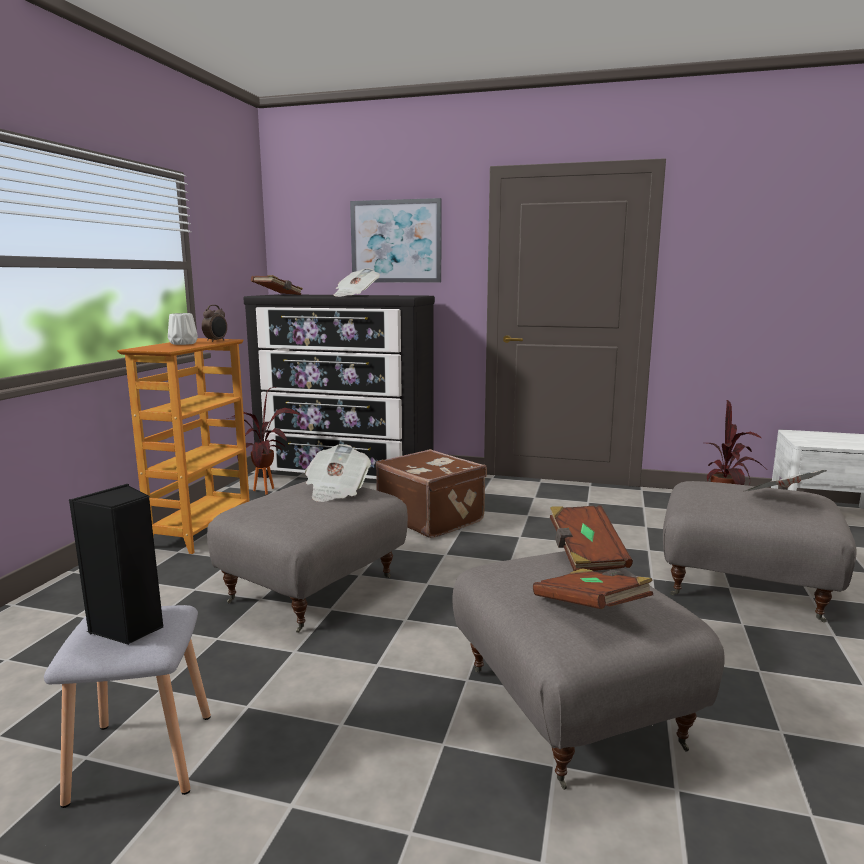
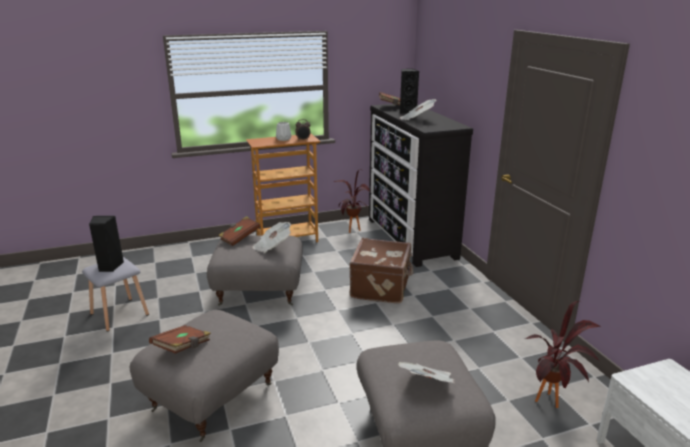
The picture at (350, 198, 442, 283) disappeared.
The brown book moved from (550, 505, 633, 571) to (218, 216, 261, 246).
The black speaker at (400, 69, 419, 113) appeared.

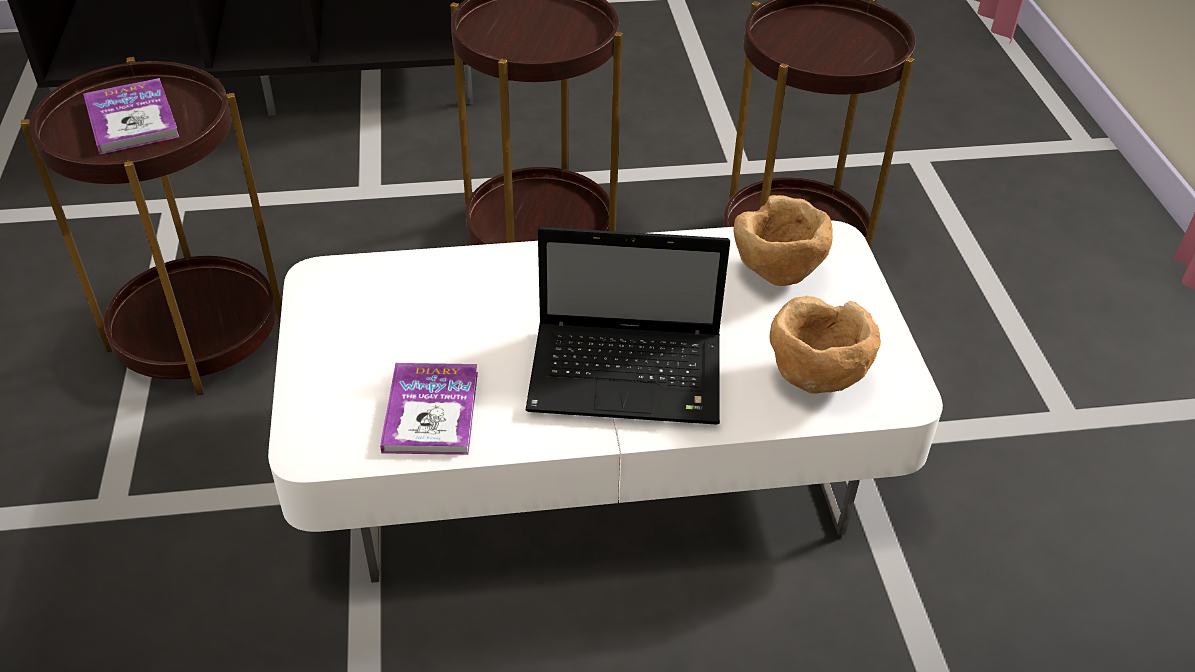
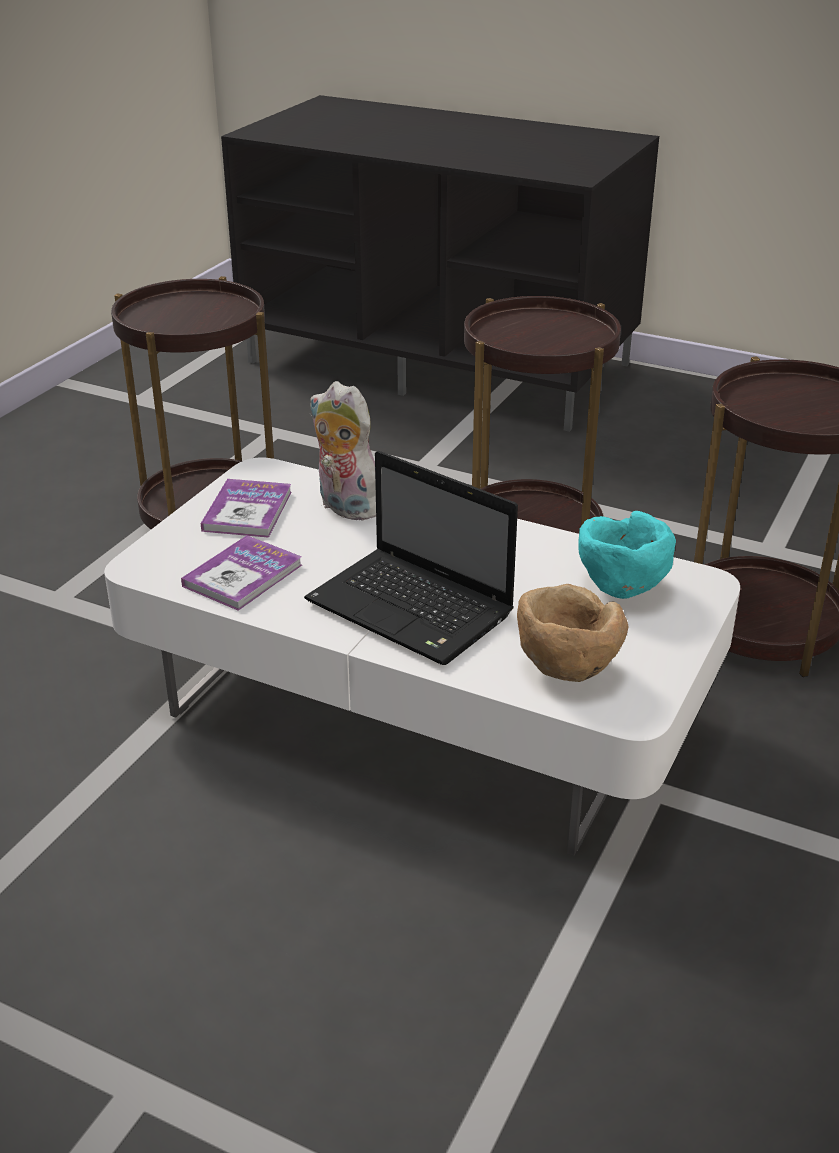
The book moved from (83, 78, 179, 154) to (201, 479, 292, 538).
The brown bowl at (733, 195, 833, 286) became the turquoise bowl at (578, 511, 676, 599).
The plush toy at (310, 381, 376, 520) appeared.

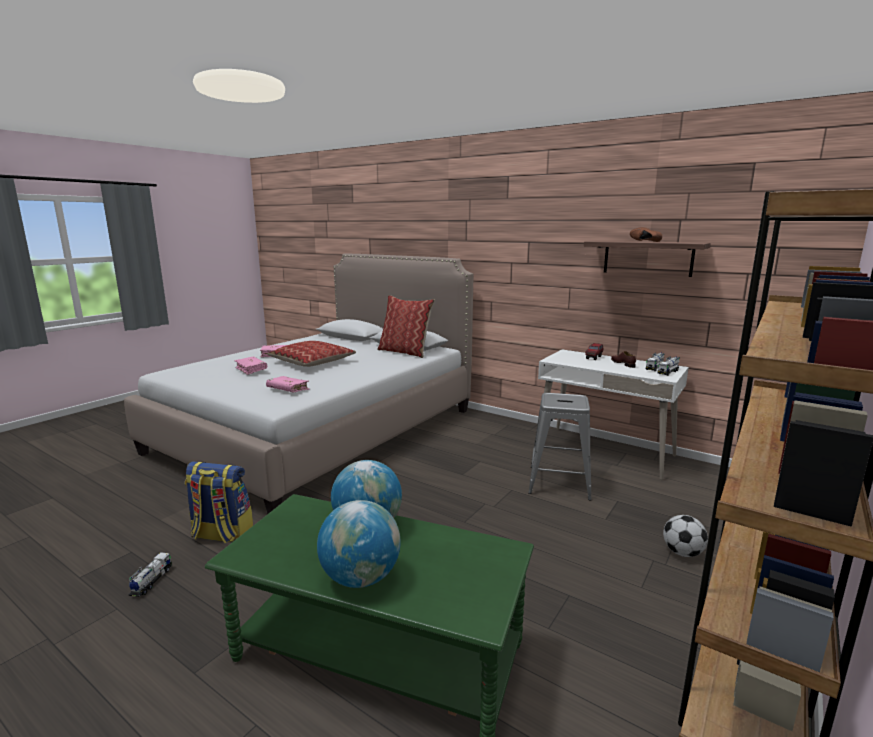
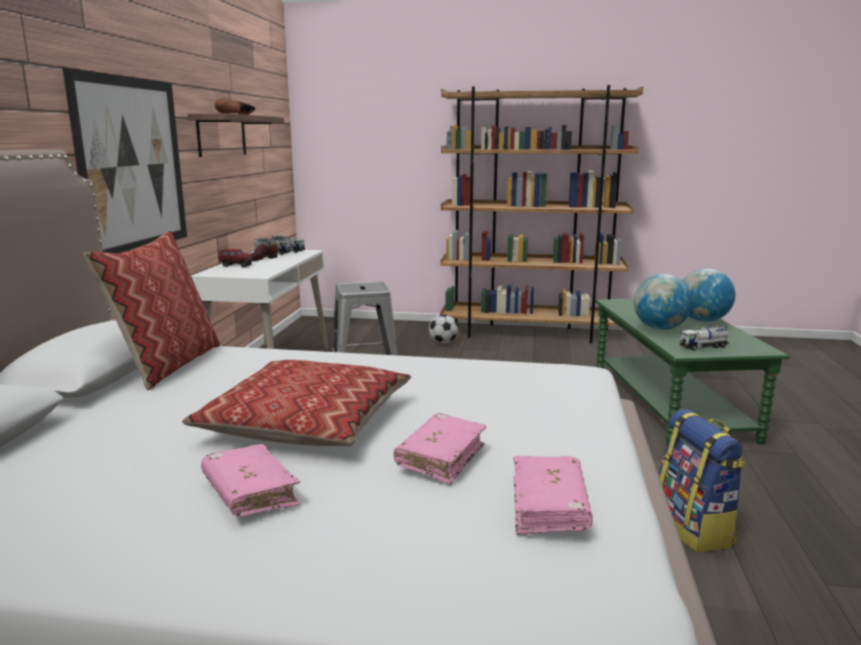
The pink book moved from (266, 376, 309, 392) to (513, 456, 593, 535).
The toy truck moved from (129, 552, 172, 597) to (680, 325, 729, 351).
The picture at (63, 68, 187, 253) appeared.

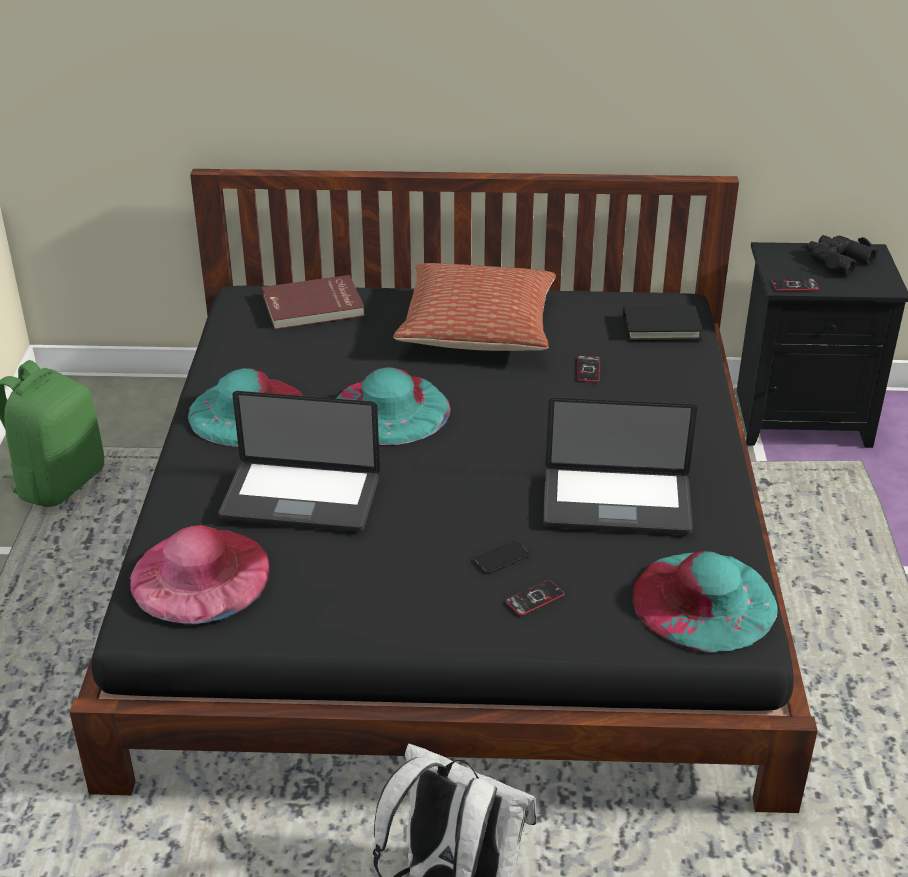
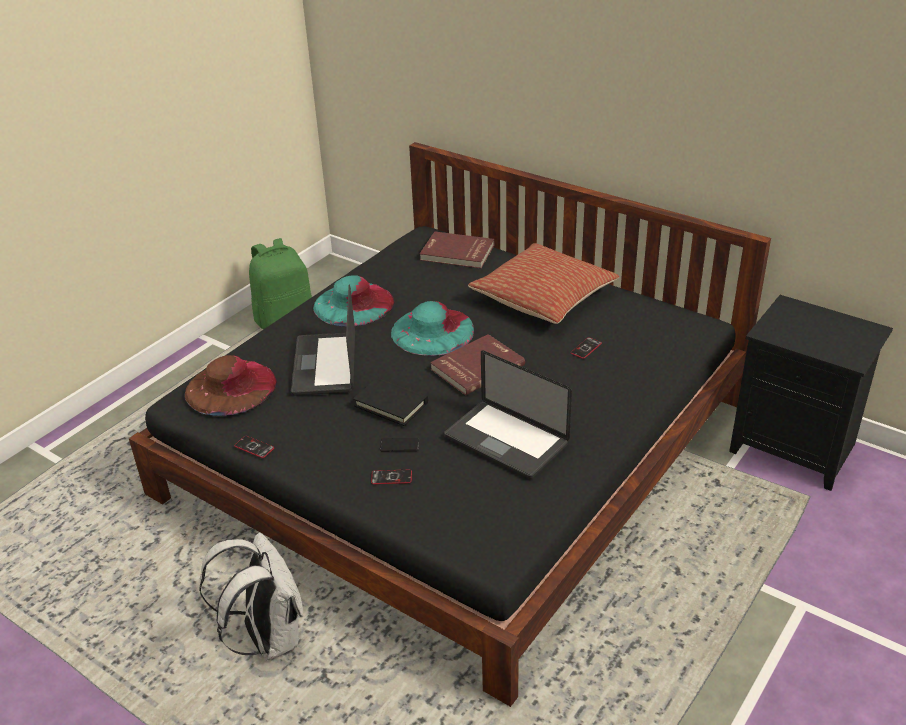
The black binoculars at (807, 235, 878, 276) disappeared.
The phone moved from (771, 279, 819, 291) to (234, 436, 274, 458).
The black book moved from (623, 306, 703, 341) to (353, 377, 428, 426).
The laptop at (219, 391, 380, 532) turned 45 degrees clockwise.
The pink hat at (130, 525, 271, 624) became the brown hat at (185, 355, 277, 416).
The turquoise hat at (632, 551, 778, 652) disappeared.
The red book at (430, 334, 525, 395) appeared.

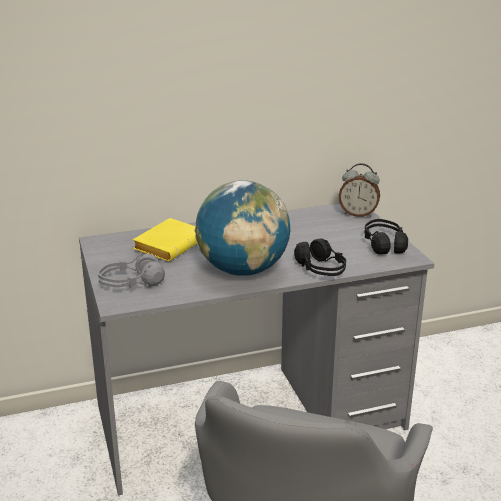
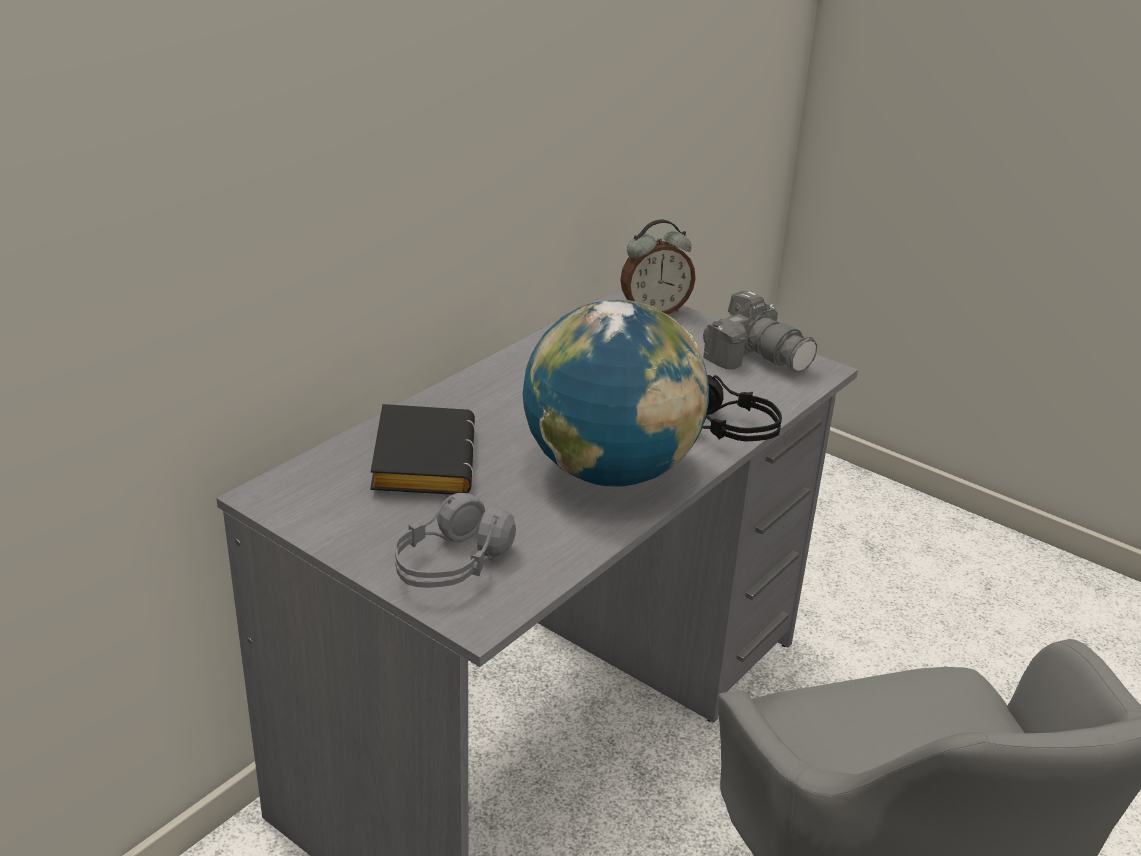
The yellow book at (133, 218, 197, 261) became the black book at (370, 404, 475, 495).
The black headphones at (364, 219, 408, 254) was replaced by the photo camera at (703, 290, 817, 372).

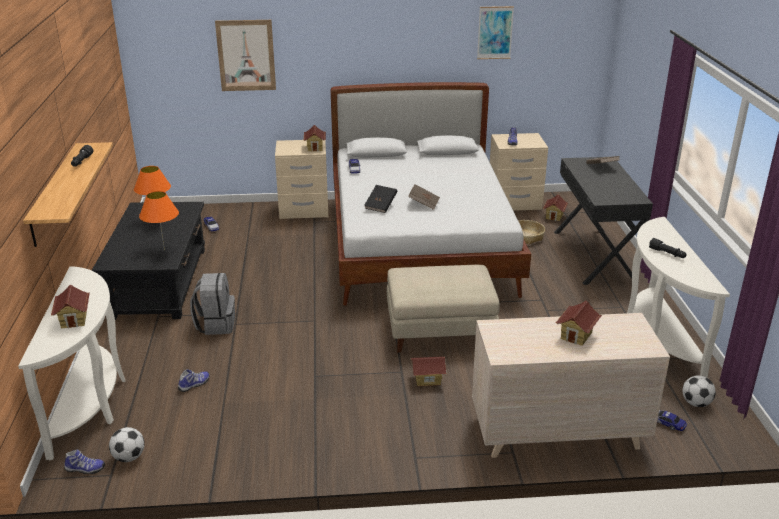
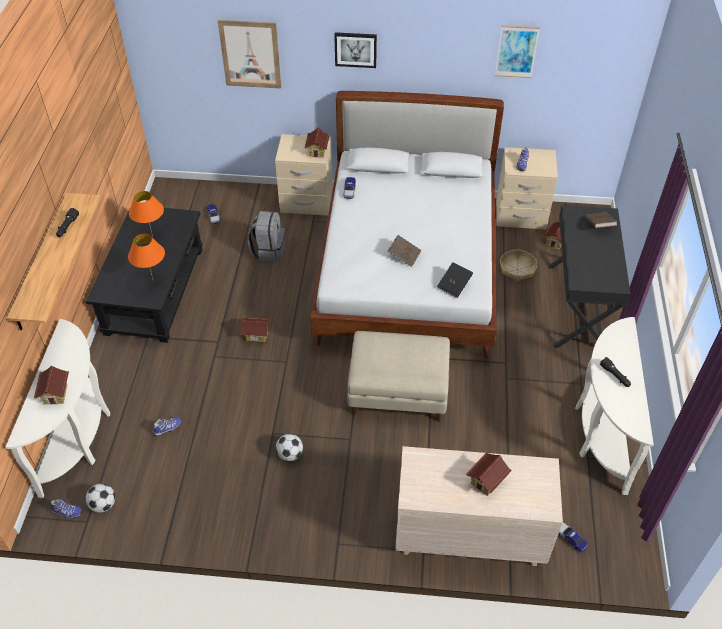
The black book moved from (364, 185, 397, 213) to (438, 262, 473, 298).
The grey backpack moved from (190, 273, 235, 335) to (248, 211, 285, 262).
The toy house moved from (411, 356, 447, 386) to (240, 317, 271, 342).
The football moved from (682, 376, 716, 407) to (276, 434, 303, 461).
The picture at (334, 32, 377, 68) appeared.

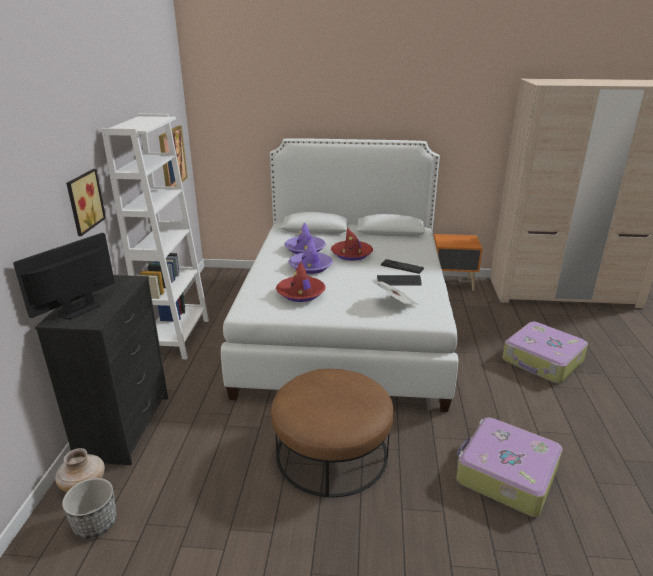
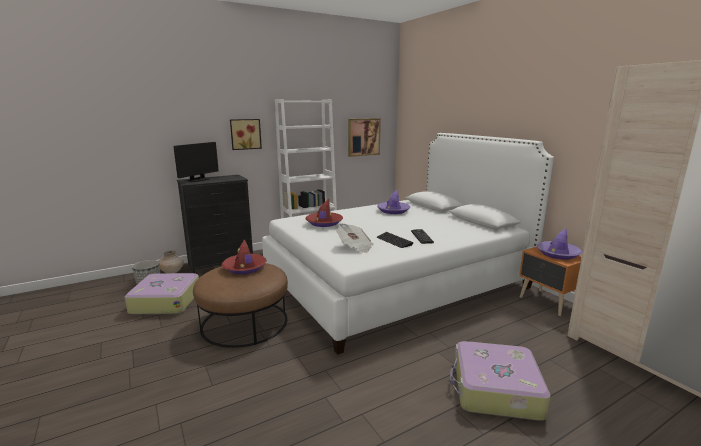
The red hat moved from (331, 228, 373, 261) to (222, 239, 267, 274).
The monitor at (13, 233, 115, 320) turned 120 degrees clockwise.
The purple hat moved from (288, 238, 333, 274) to (537, 228, 582, 260).
The suitcase moved from (456, 417, 562, 517) to (125, 273, 199, 315).

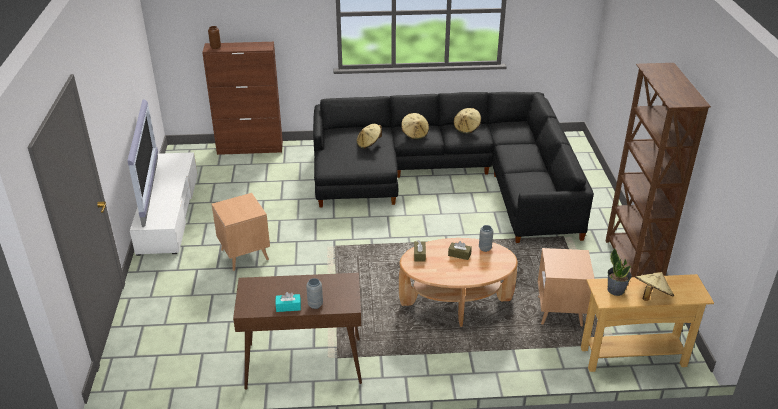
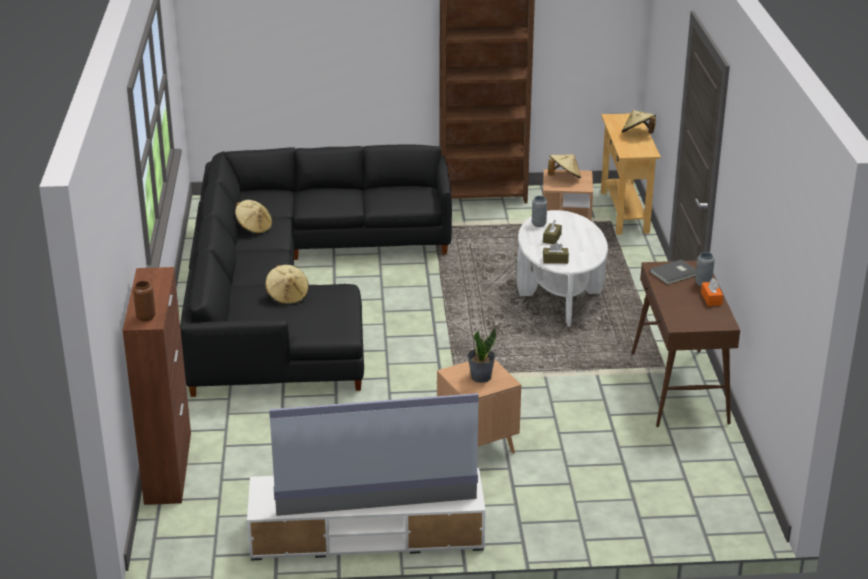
The beige hat moved from (401, 113, 429, 139) to (548, 154, 581, 178).
The brown coffee table at (399, 238, 518, 327) became the white coffee table at (517, 210, 608, 327).
The potted plant moved from (607, 248, 631, 296) to (467, 327, 496, 383).
The turquoise tissue box at (276, 292, 301, 312) became the orange tissue box at (701, 278, 723, 306).
The grey book at (650, 260, 696, 285) appeared.

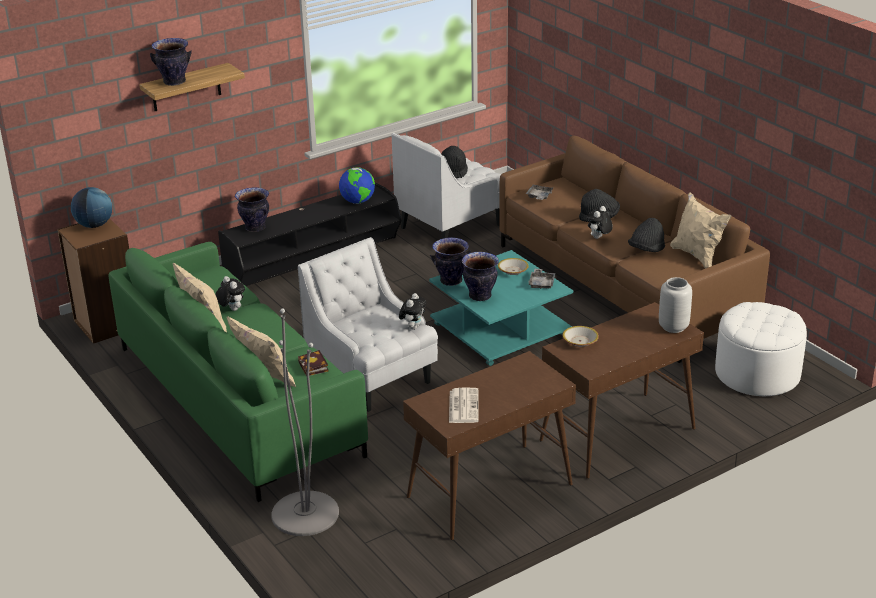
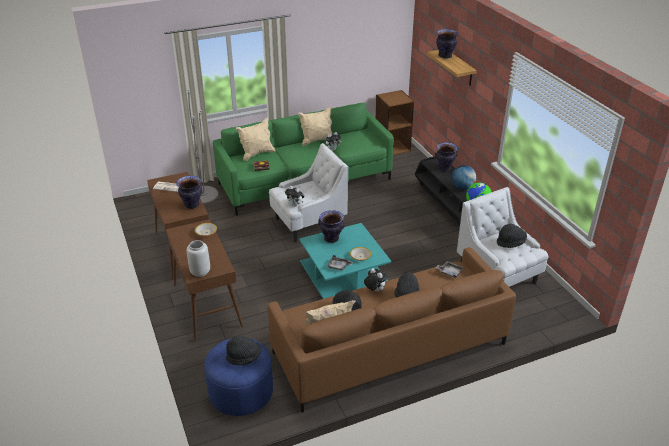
The globe moved from (71, 187, 112, 228) to (451, 165, 476, 190).
The vase moved from (430, 237, 471, 286) to (176, 176, 202, 209).
The white ottoman at (715, 302, 807, 396) became the blue ottoman at (204, 337, 273, 416).
The black hat at (226, 336, 261, 365) appeared.

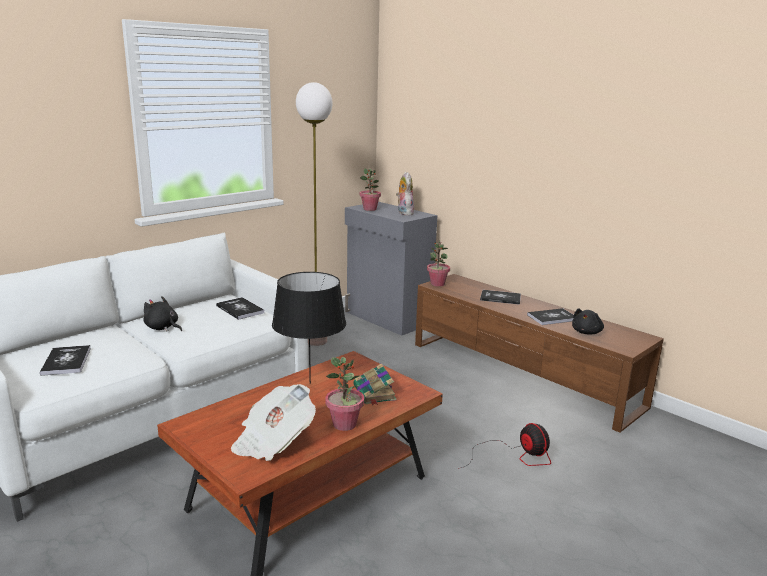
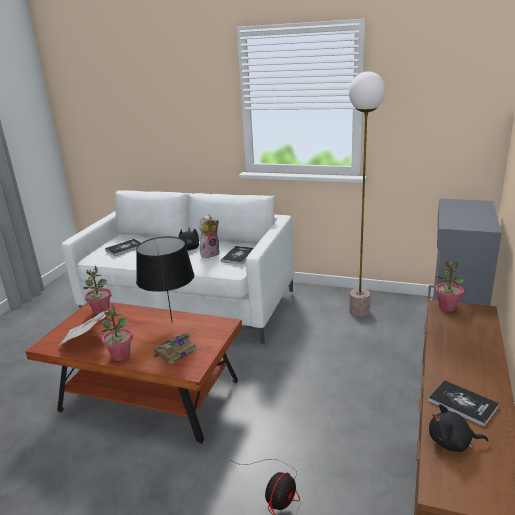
The potted plant moved from (360, 168, 381, 211) to (83, 266, 111, 315).
The plush toy moved from (396, 172, 414, 215) to (199, 215, 220, 258).
The book at (480, 290, 521, 305) disappeared.

